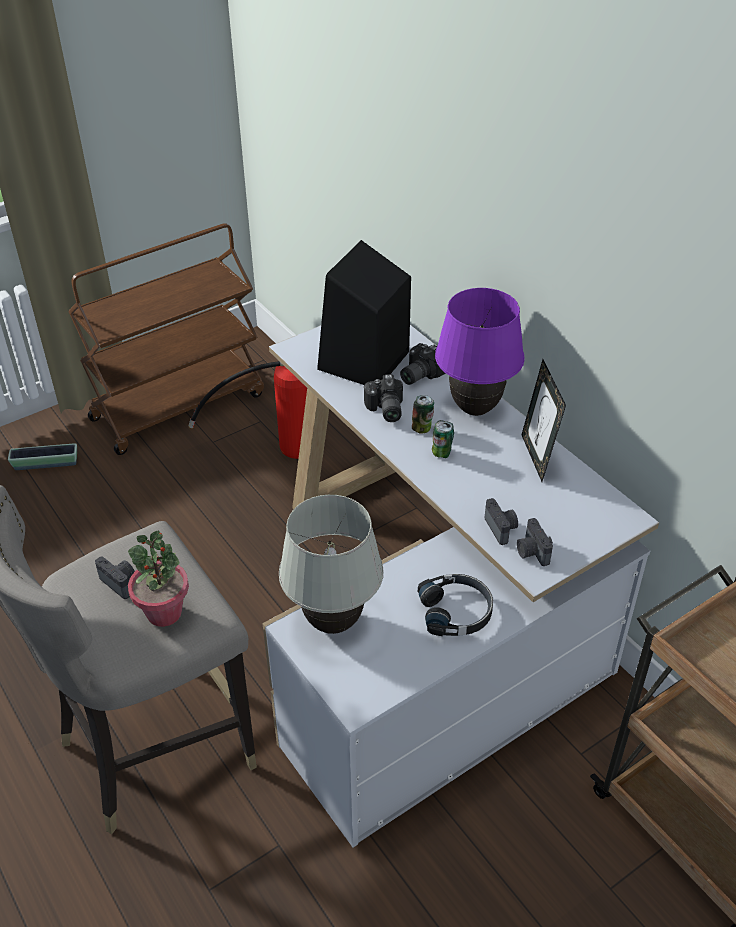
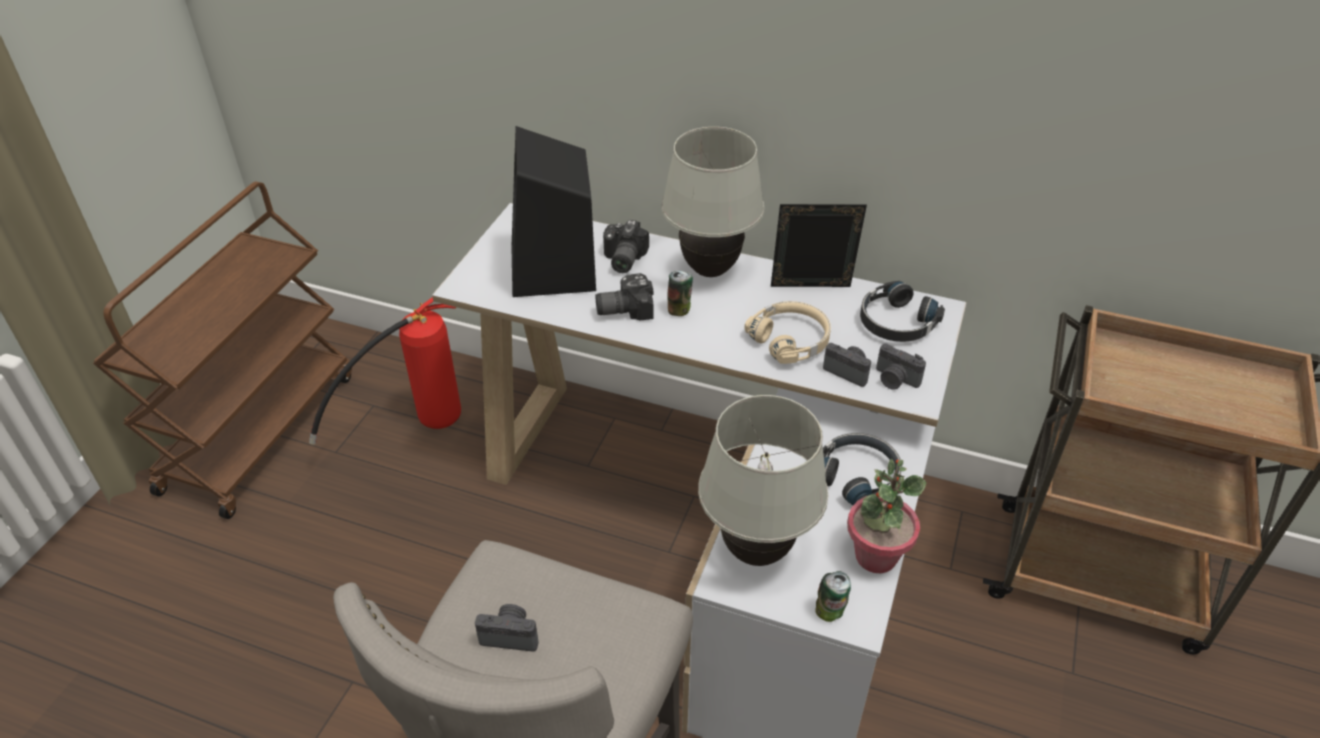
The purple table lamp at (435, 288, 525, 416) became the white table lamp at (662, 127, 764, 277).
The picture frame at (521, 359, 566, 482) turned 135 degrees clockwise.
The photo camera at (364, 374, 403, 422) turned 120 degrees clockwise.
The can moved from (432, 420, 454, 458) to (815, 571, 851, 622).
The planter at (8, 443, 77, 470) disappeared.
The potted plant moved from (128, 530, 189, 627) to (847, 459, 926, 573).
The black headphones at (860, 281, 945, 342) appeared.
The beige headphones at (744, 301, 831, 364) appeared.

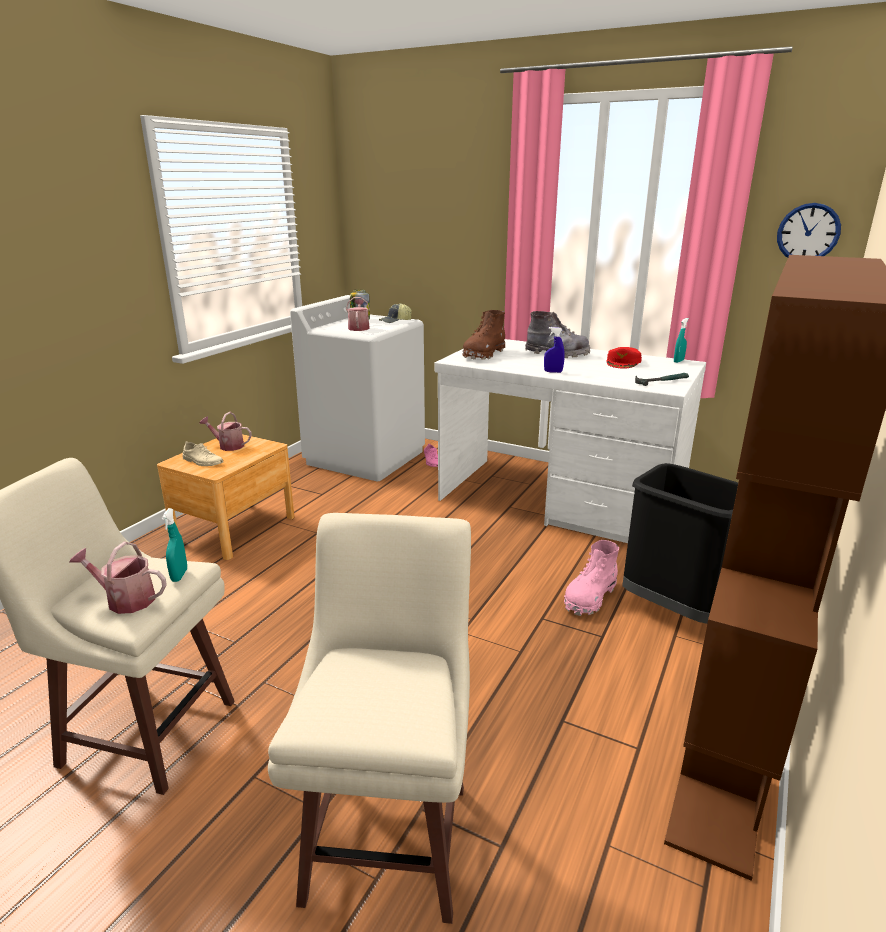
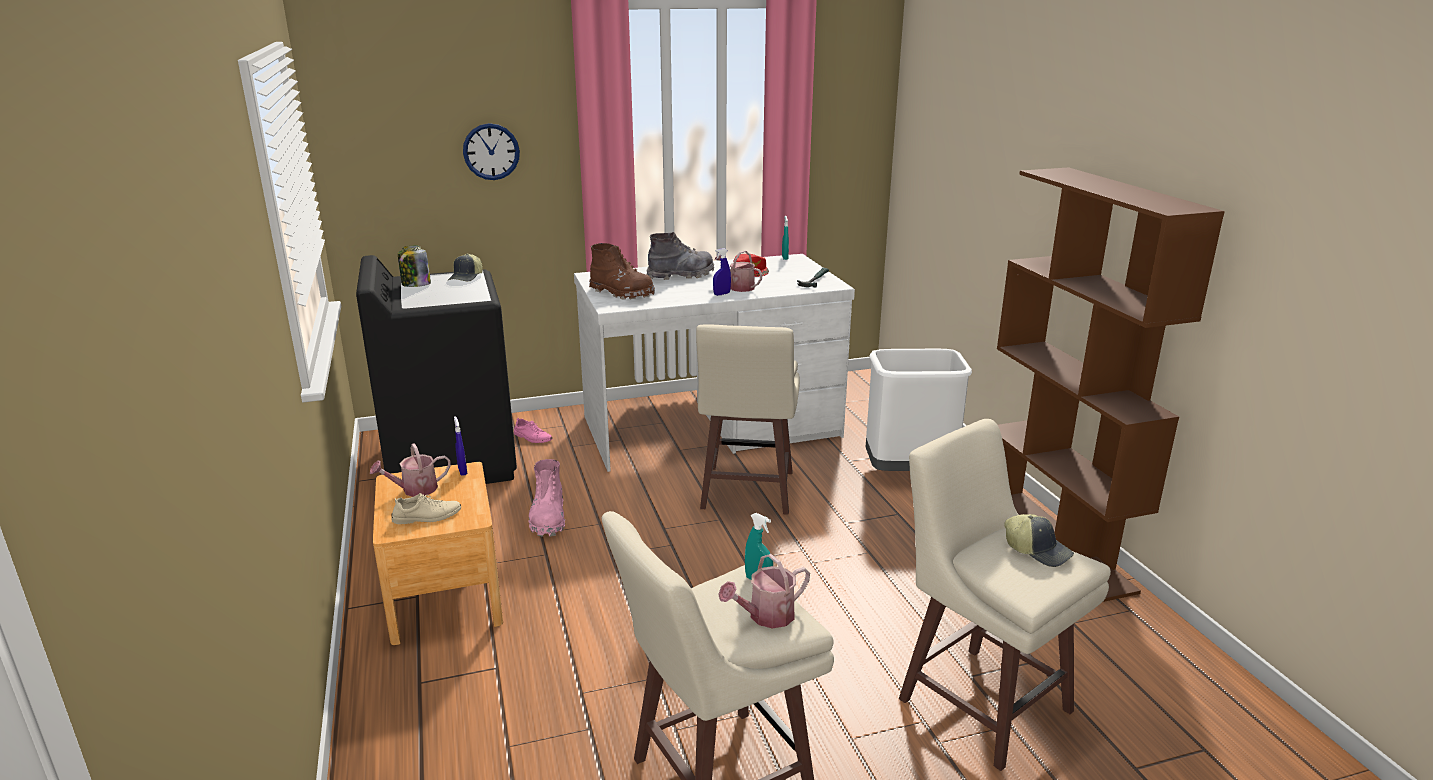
The wall clock moved from (777, 203, 841, 258) to (463, 123, 520, 180).
The white washing machine at (290, 295, 425, 481) became the black washing machine at (356, 255, 517, 484).
The watering can moved from (346, 297, 370, 331) to (715, 251, 763, 292).
The brown boot at (462, 310, 505, 360) turned 45 degrees counterclockwise.
The black trash can at (622, 463, 738, 624) became the white trash can at (866, 349, 972, 471).
The pink boot moved from (564, 540, 619, 616) to (529, 459, 565, 537).
The beige stool at (696, 325, 800, 515) appeared.
The blue spray bottle at (454, 416, 467, 476) appeared.
The cap at (1004, 514, 1074, 567) appeared.

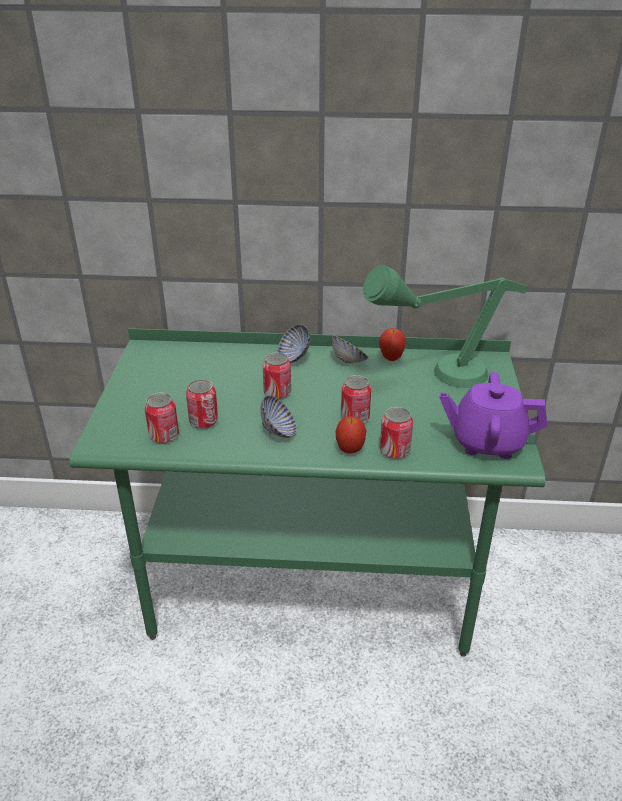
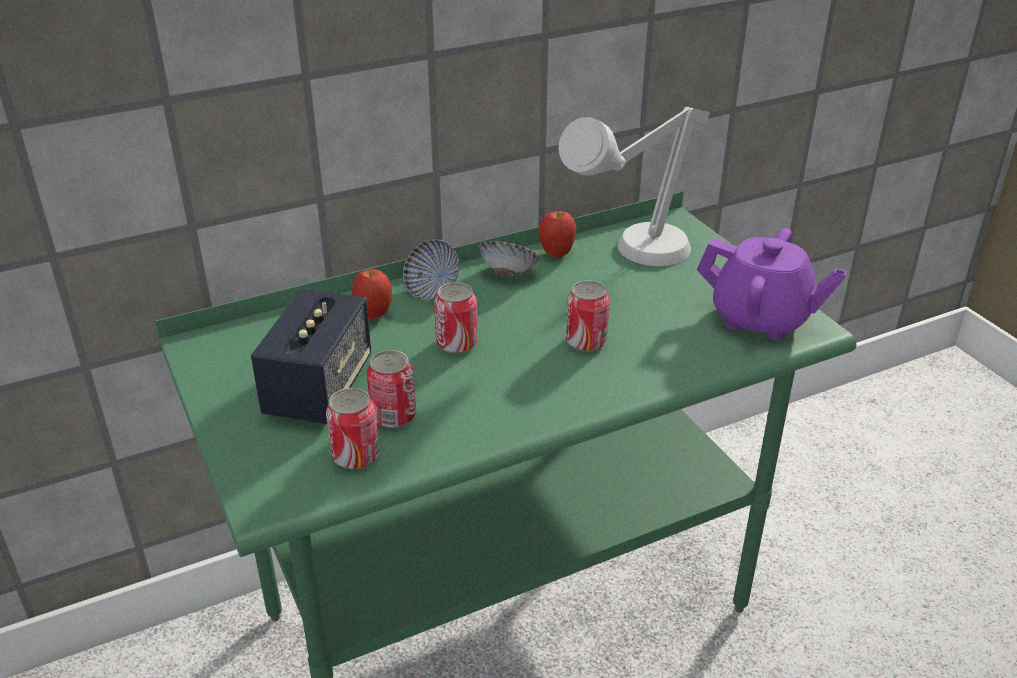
The green table lamp at (363, 265, 529, 388) became the grey table lamp at (559, 107, 710, 266).
The purple teapot at (439, 372, 547, 459) turned 135 degrees counterclockwise.
The bowl at (260, 395, 297, 438) disappeared.
The can at (380, 407, 413, 459) disappeared.
The apple moved from (335, 416, 367, 454) to (352, 269, 392, 319).
The speaker at (251, 289, 371, 424) appeared.

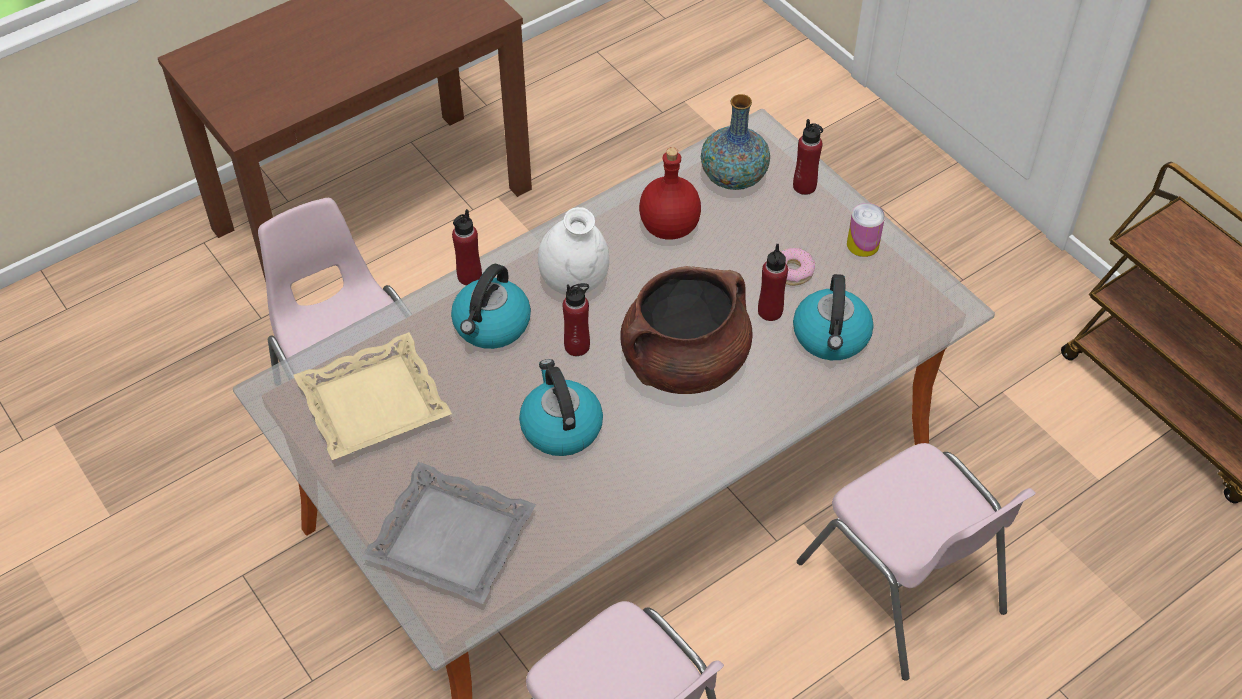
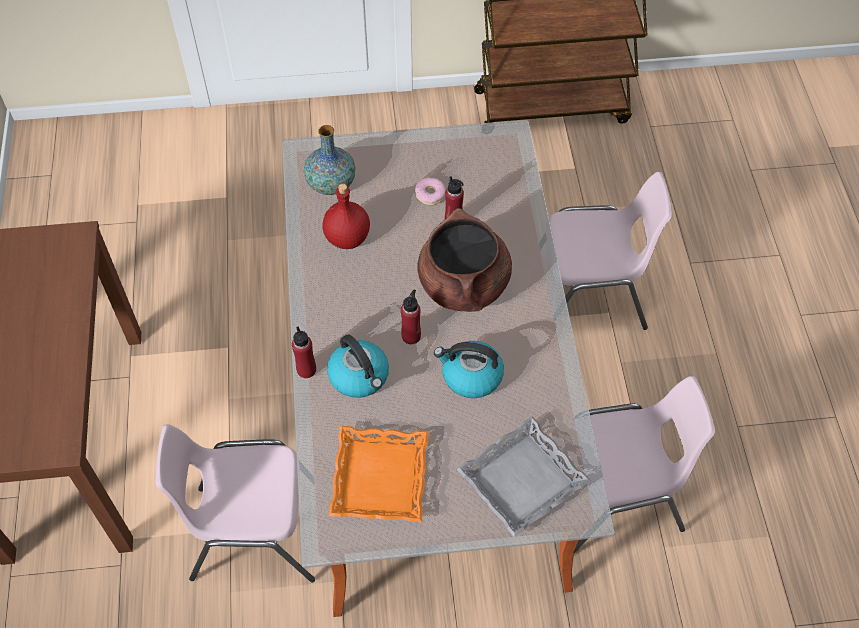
The red bottle at (793, 119, 823, 195) disappeared.
The can at (847, 203, 885, 257) disappeared.
The white vase at (538, 207, 609, 295) disappeared.
The kettle at (793, 274, 874, 360) disappeared.
The beige tray at (294, 332, 452, 460) became the orange tray at (329, 426, 429, 522).

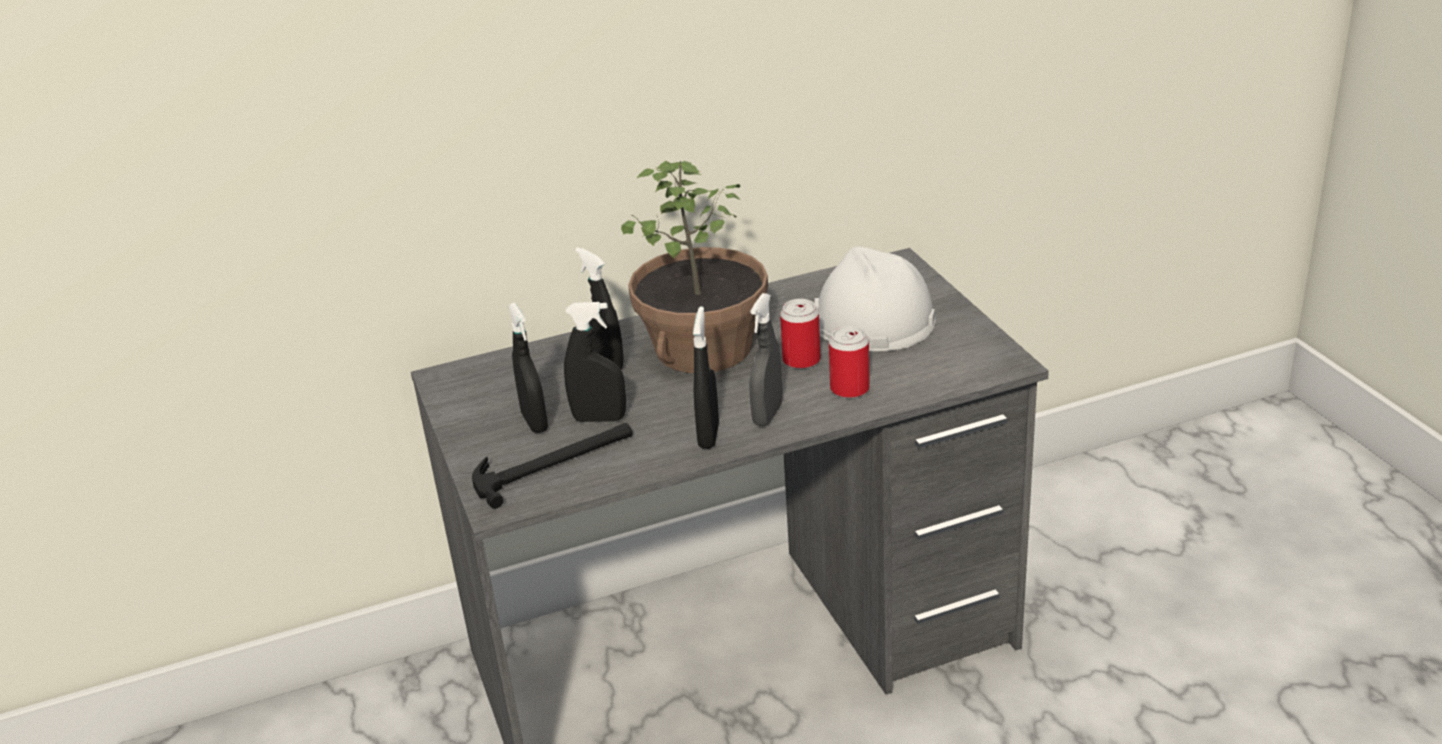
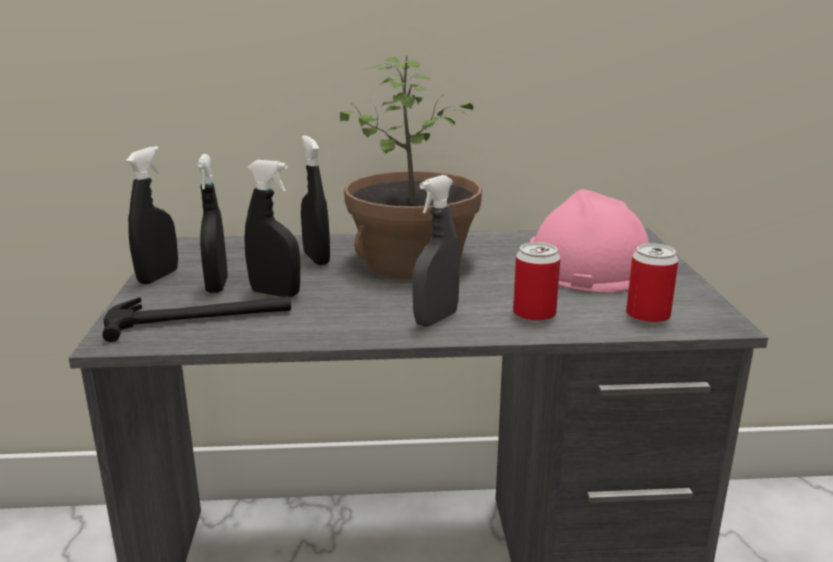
The white hard hat at (814, 247, 936, 351) became the pink hard hat at (529, 189, 649, 293).
The can moved from (780, 299, 821, 369) to (626, 243, 678, 323).
The black spray bottle moved from (693, 306, 719, 449) to (126, 146, 178, 284).

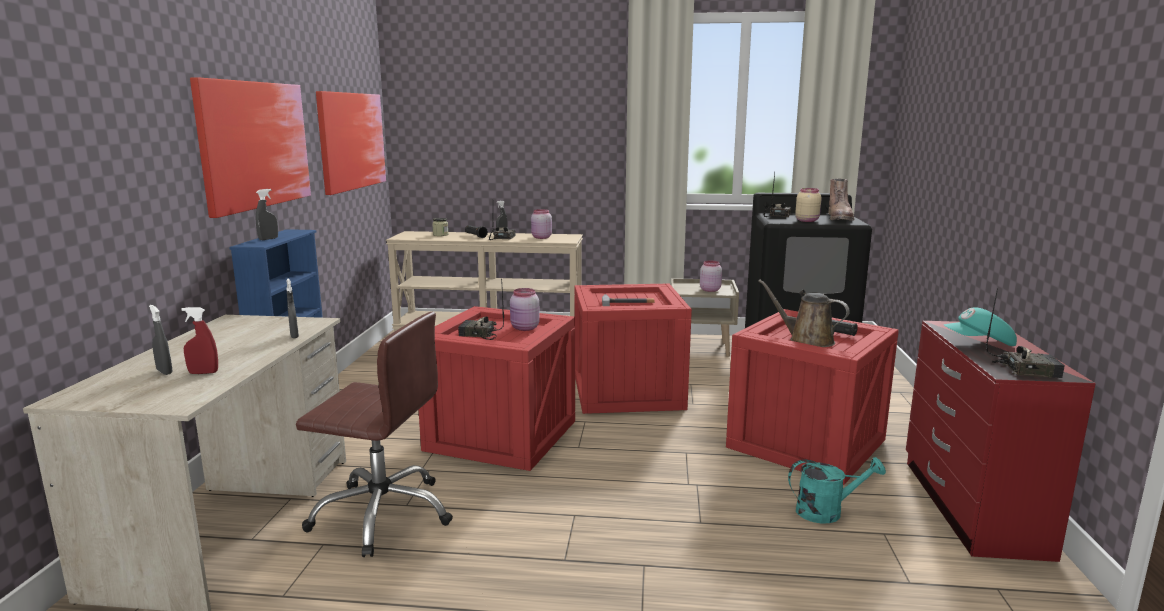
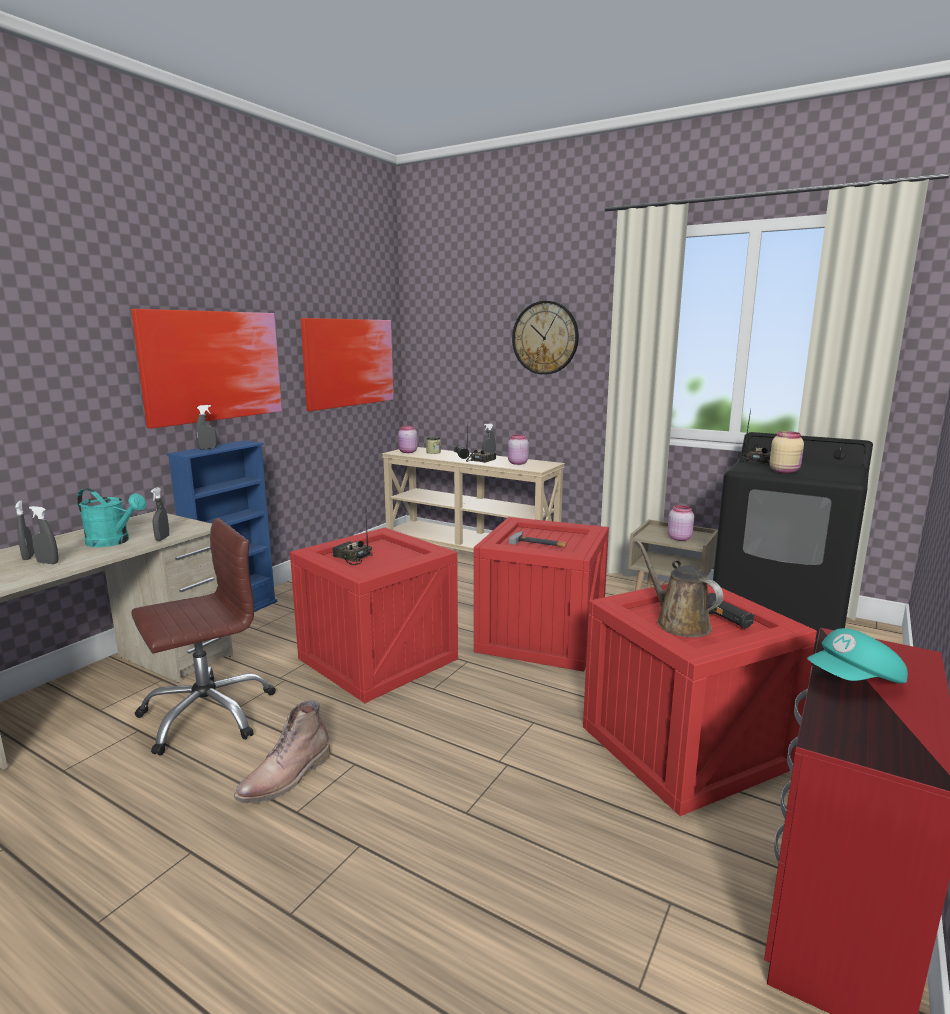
The brown boot moved from (828, 178, 854, 221) to (234, 700, 331, 803).
The pink jar moved from (510, 288, 540, 331) to (398, 426, 418, 453).
The radio at (986, 288, 1065, 378) disappeared.
The red spray bottle at (181, 307, 218, 374) became the grey spray bottle at (29, 506, 59, 564).
The turquoise cap at (944, 307, 1017, 346) turned 45 degrees counterclockwise.
The brown office chair at (296, 312, 453, 557) turned 75 degrees counterclockwise.
The turquoise watering can moved from (788, 457, 886, 523) to (77, 488, 146, 547).
The wall clock at (512, 301, 579, 375) appeared.

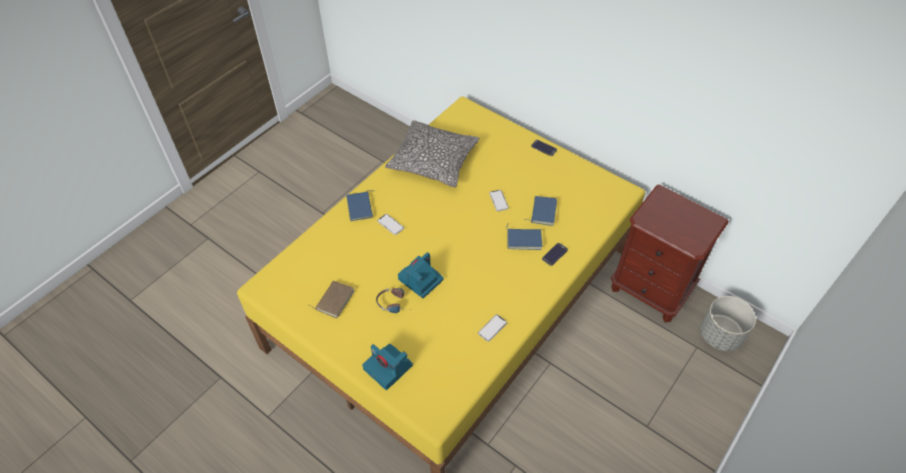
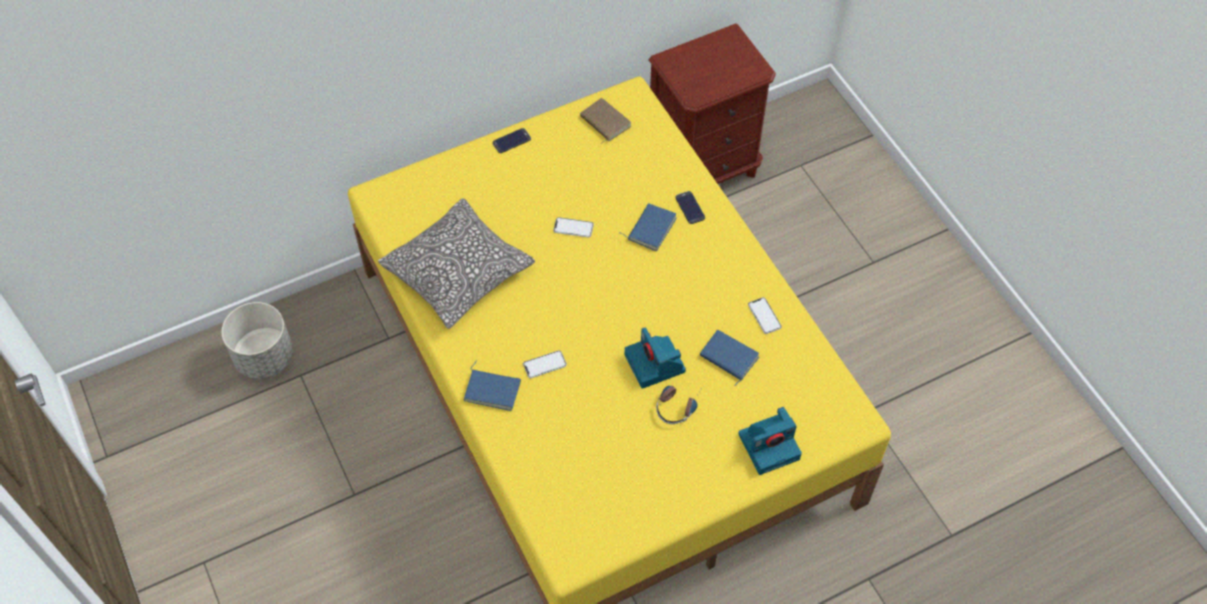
The blue book moved from (527, 196, 557, 226) to (700, 330, 759, 386).
The brown book moved from (309, 281, 355, 319) to (580, 98, 632, 144).
The grey planter moved from (700, 296, 756, 351) to (222, 302, 293, 379).

